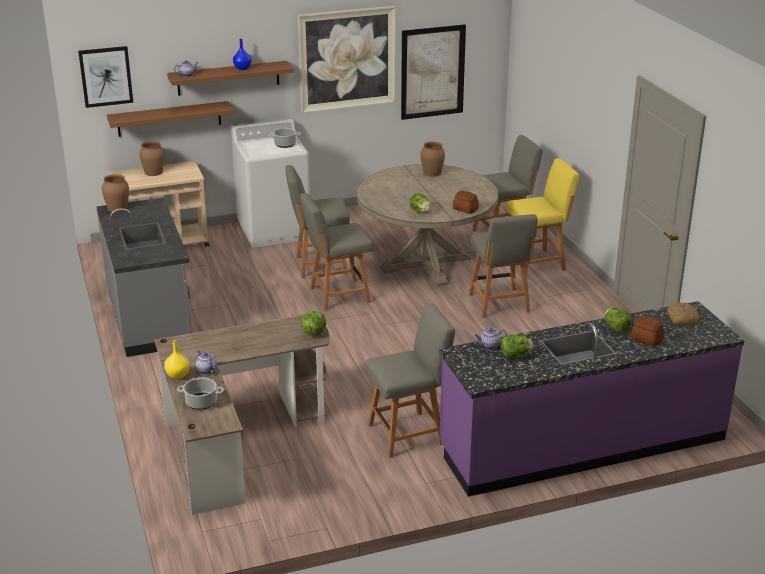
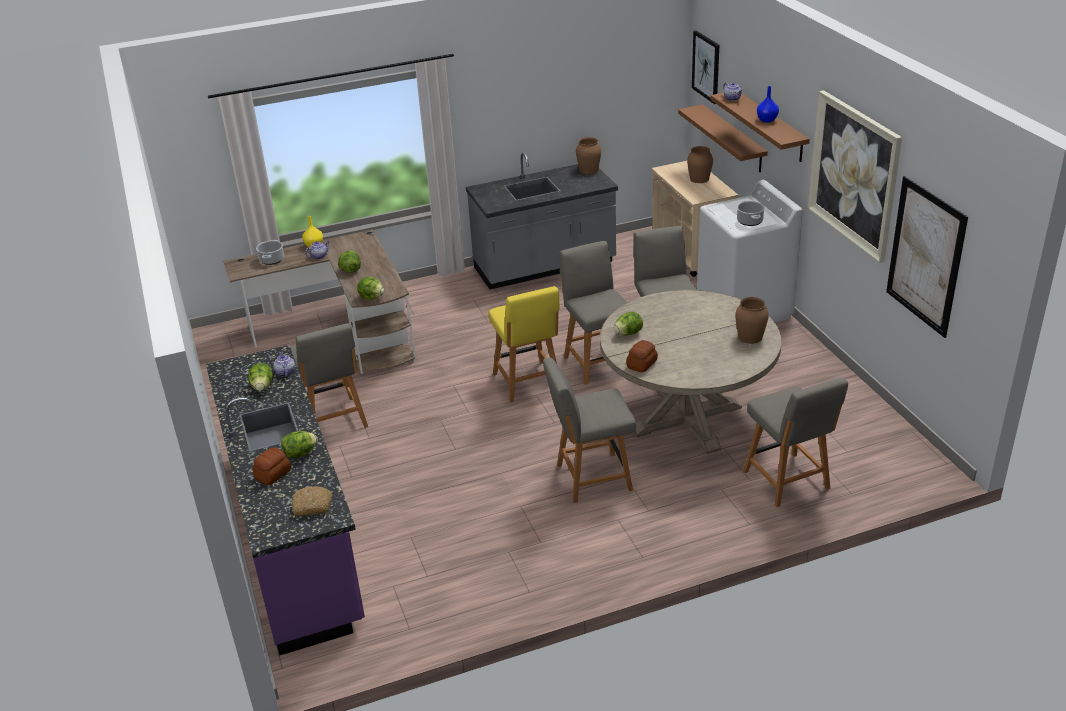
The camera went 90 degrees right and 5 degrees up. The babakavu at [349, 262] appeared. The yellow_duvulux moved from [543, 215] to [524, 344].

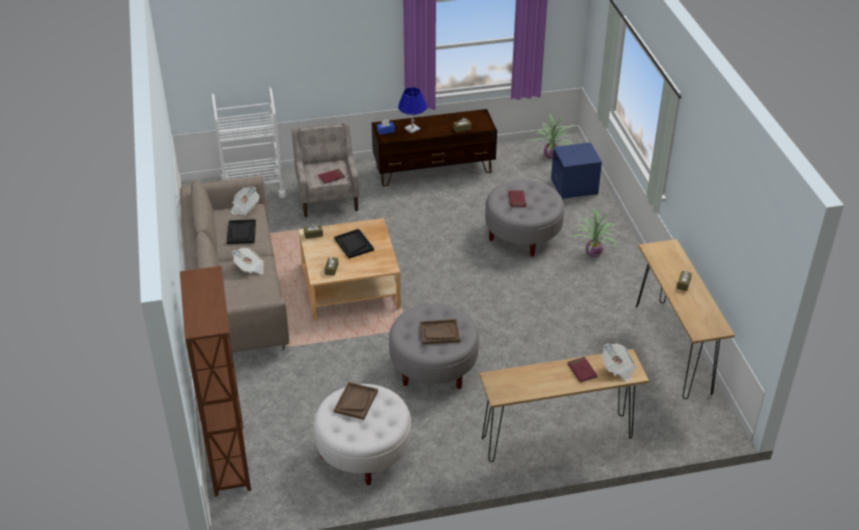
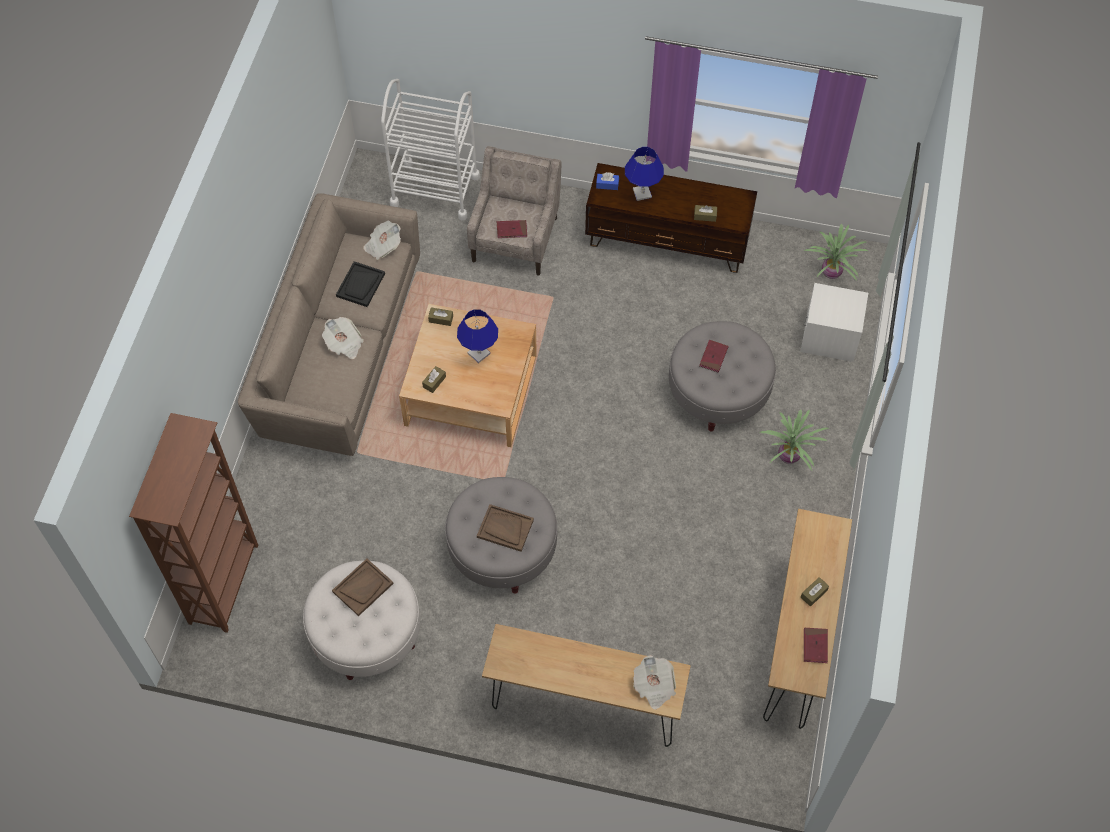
The camera went 25 degrees right and 20 degrees up. The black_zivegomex at [354, 244] was replaced by the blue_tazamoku at [477, 336]. The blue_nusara at [576, 170] became the white_nusara at [834, 322]. The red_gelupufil moved from [582, 369] to [816, 645].

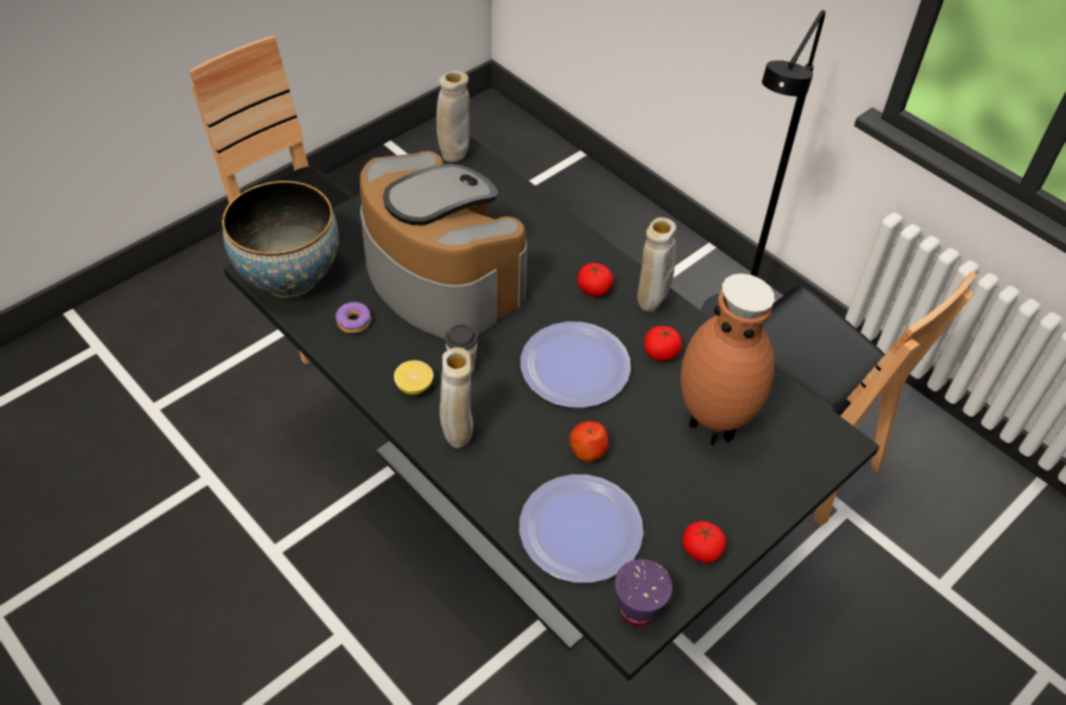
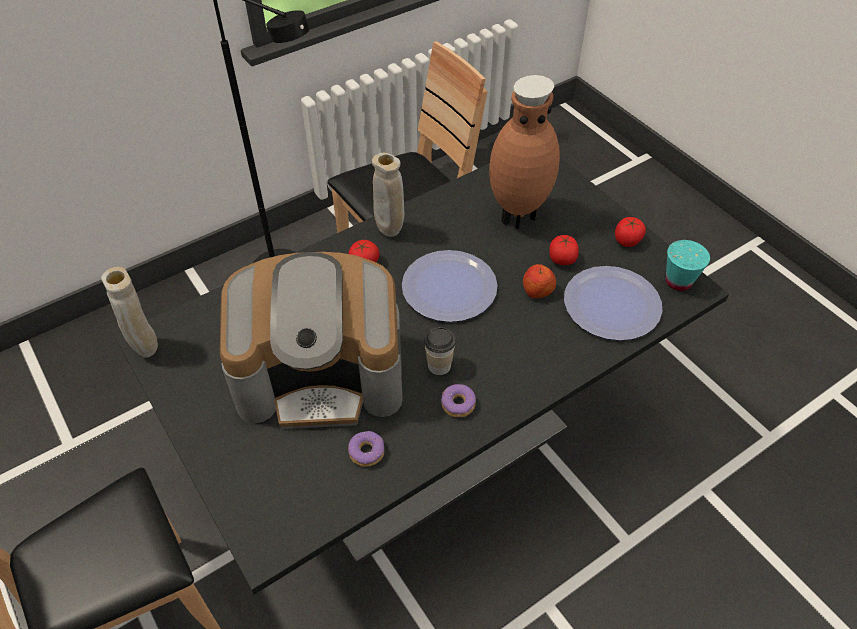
The camera went 80 degrees left and 0 degrees up. The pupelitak at [443, 244] turned 150 degrees counterclockwise. The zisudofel at [413, 377] was replaced by the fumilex at [458, 400]. The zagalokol moved from [663, 343] to [564, 250]. The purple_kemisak at [643, 592] became the turquoise_kemisak at [688, 265]. The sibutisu at [280, 239] disappeared. The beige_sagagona at [456, 397] disappeared.

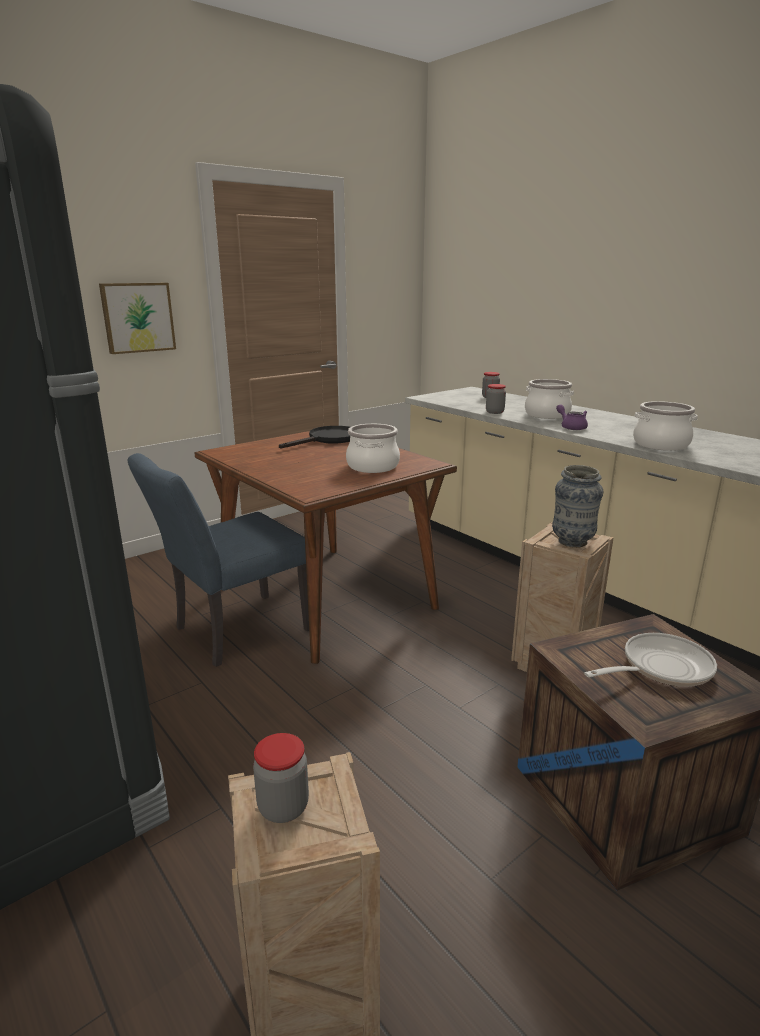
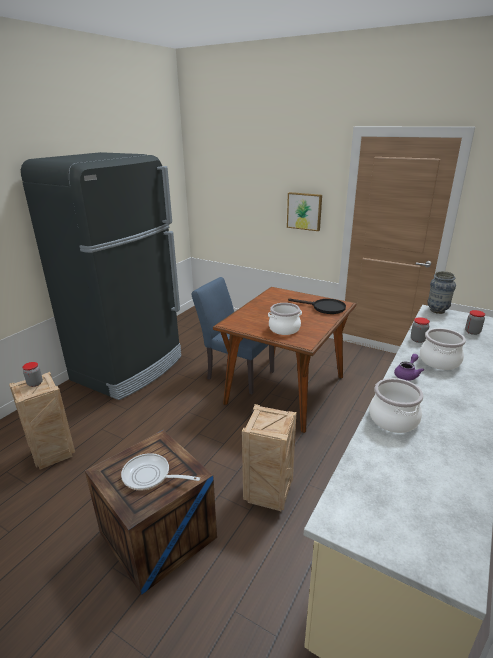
The camera went 70 degrees right and 5 degrees up. The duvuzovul at [651, 660] turned 150 degrees clockwise. The sagagona moved from [577, 506] to [441, 292].

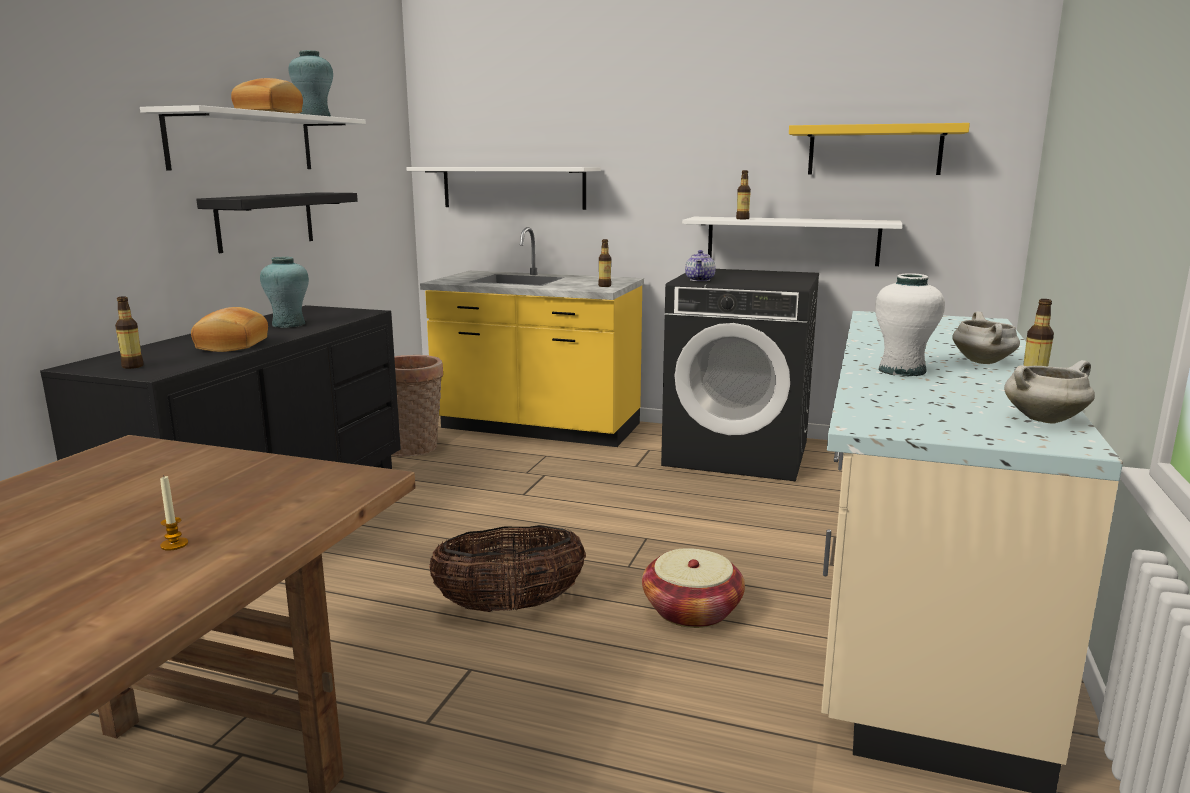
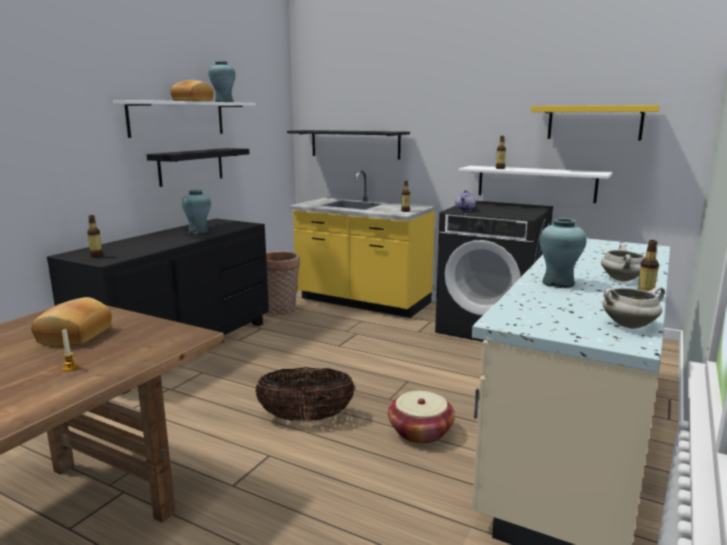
The camera went 10 degrees right and 0 degrees up. The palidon moved from [229, 329] to [71, 322]. The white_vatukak at [503, 188] became the black_vatukak at [348, 145]. The white_sagagona at [910, 324] became the turquoise_sagagona at [563, 253].

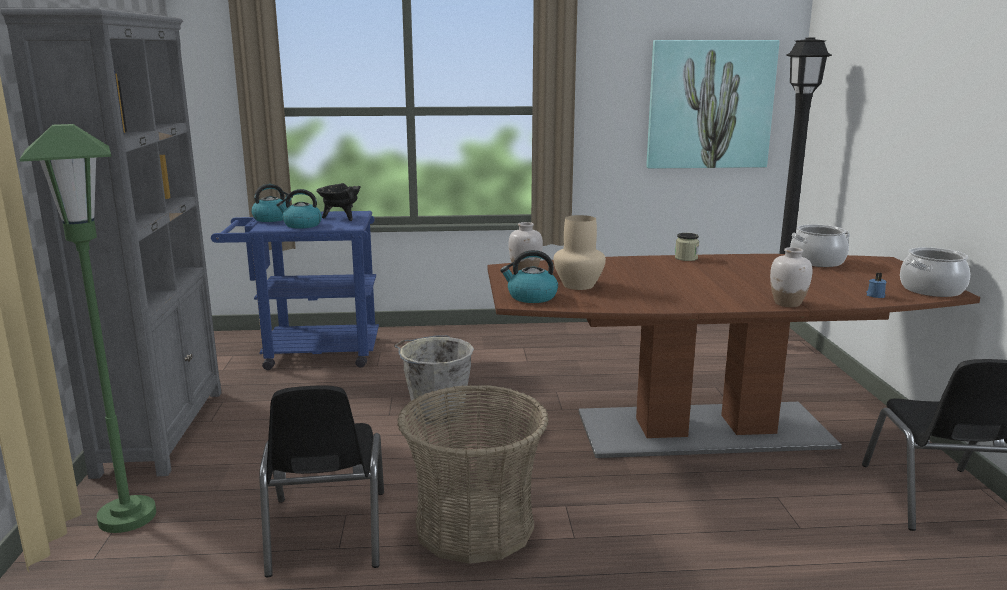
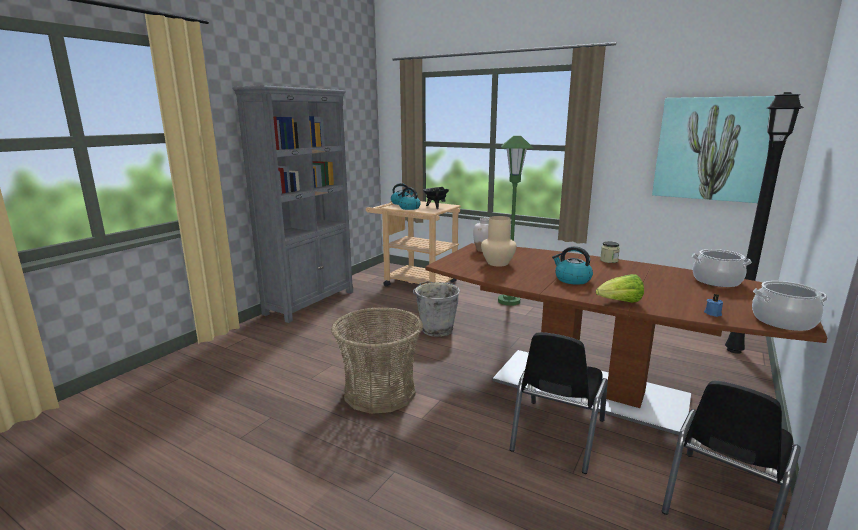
The camera went 35 degrees right and 0 degrees up. The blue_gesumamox at [295, 290] became the beige_gesumamox at [413, 244]. The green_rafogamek moved from [88, 328] to [515, 221]. The black_duvulux moved from [321, 481] to [558, 403]. The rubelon moved from [529, 276] to [572, 265]. The white_sagagona at [791, 277] was replaced by the babakavu at [620, 288].

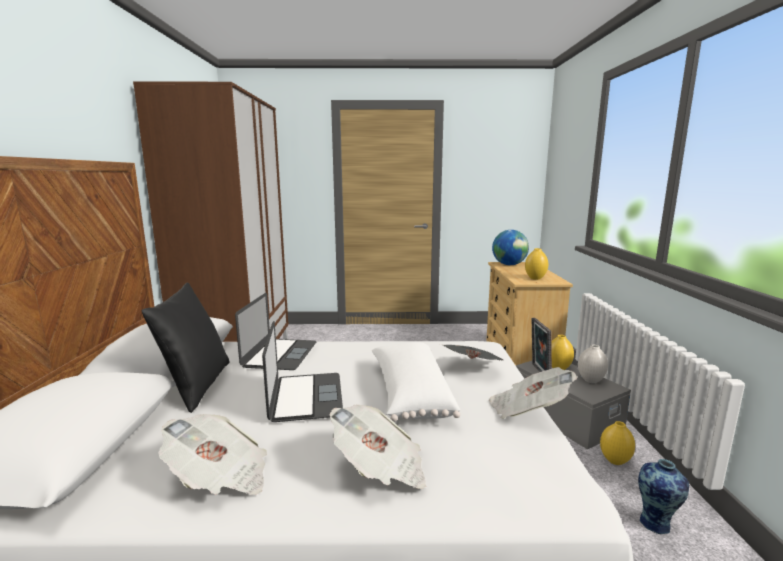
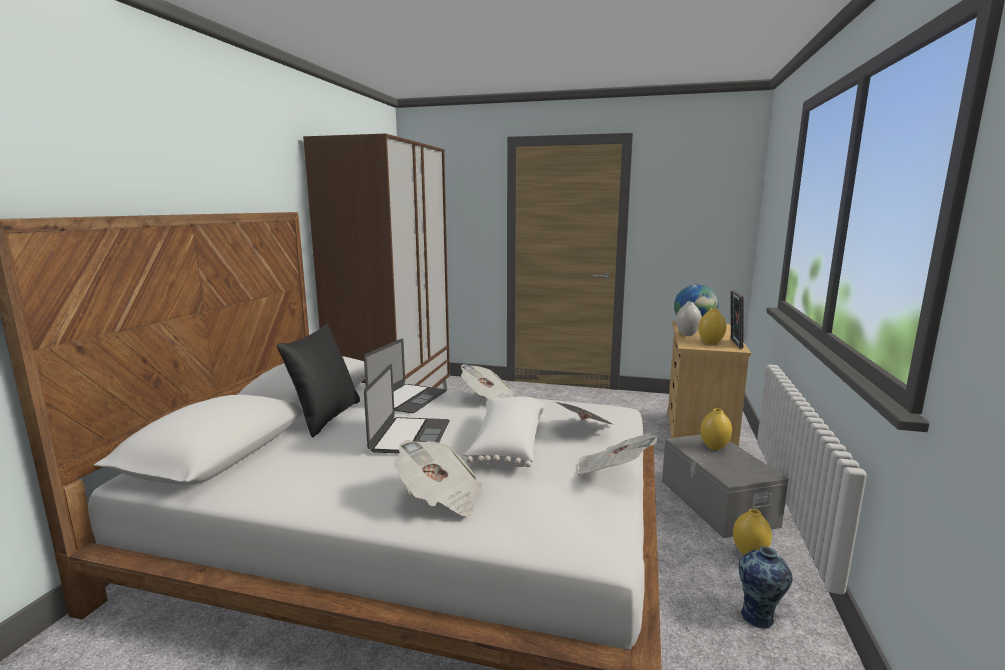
The camera went 15 degrees right and 0 degrees up. The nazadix moved from [212, 454] to [487, 382]. The white_sagagona moved from [593, 364] to [689, 319]. The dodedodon moved from [541, 345] to [736, 320].

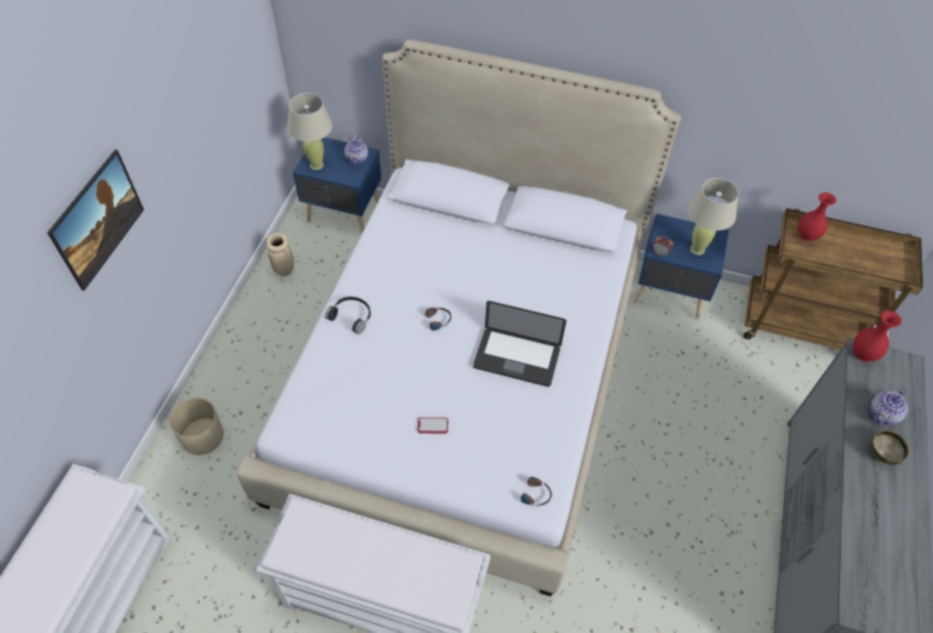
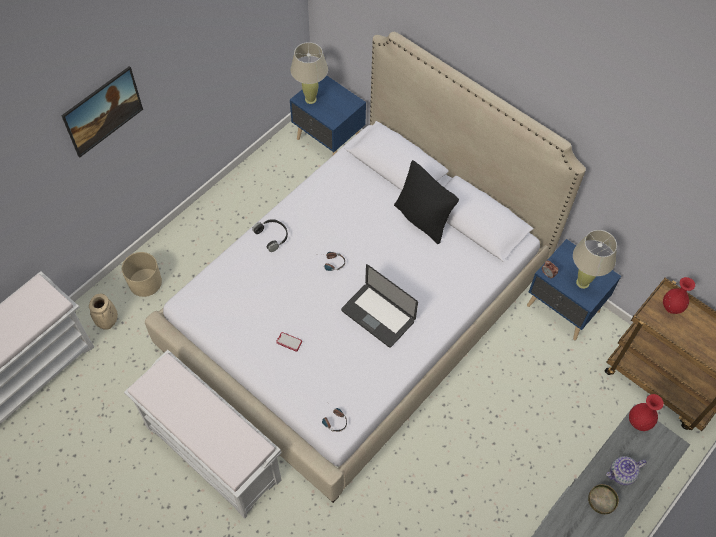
The camera went 25 degrees right and 5 degrees up. The beige_sagagona moved from [280, 255] to [103, 312]. The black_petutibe at [426, 202] appeared. The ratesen at [356, 149] disappeared.

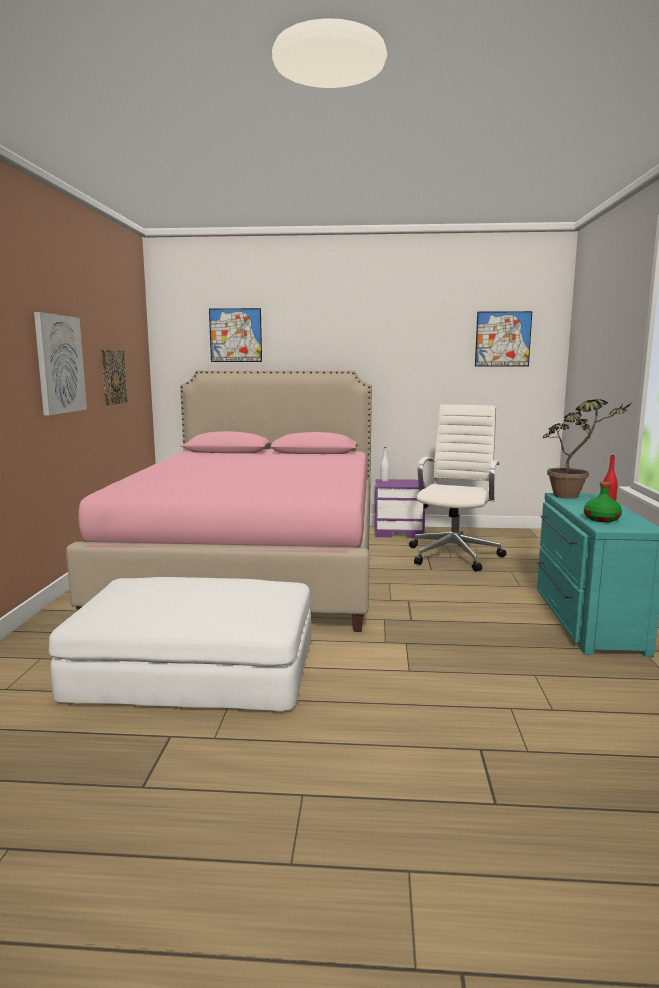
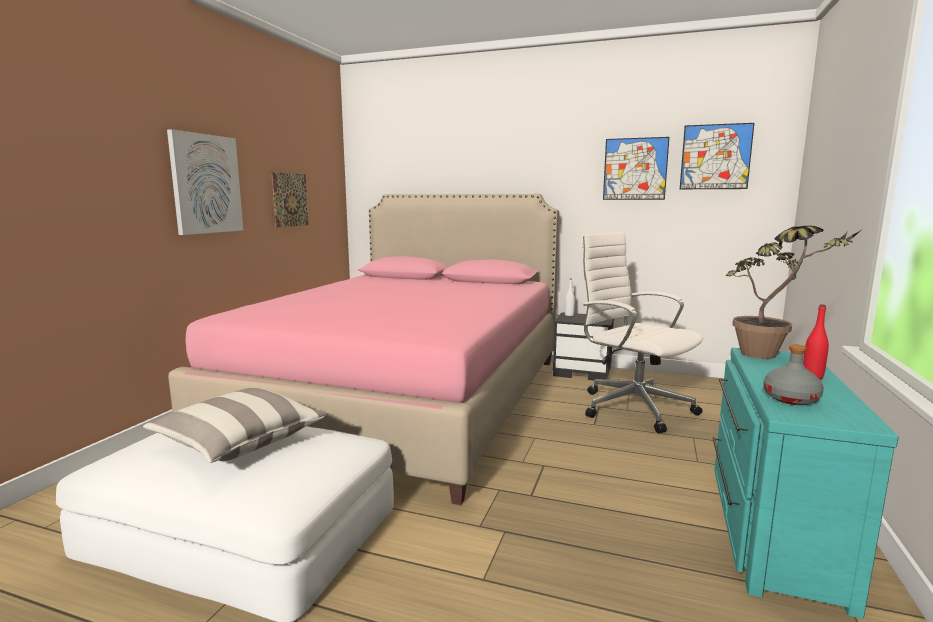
The camera went 15 degrees right and 0 degrees up. The petutibe at [236, 425] appeared. The purple_nusara at [400, 508] became the black_nusara at [583, 346]. The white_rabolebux at [458, 487] turned 75 degrees counterclockwise. The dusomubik moved from [235, 335] to [636, 168]. The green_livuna at [603, 502] became the grey_livuna at [793, 374].

